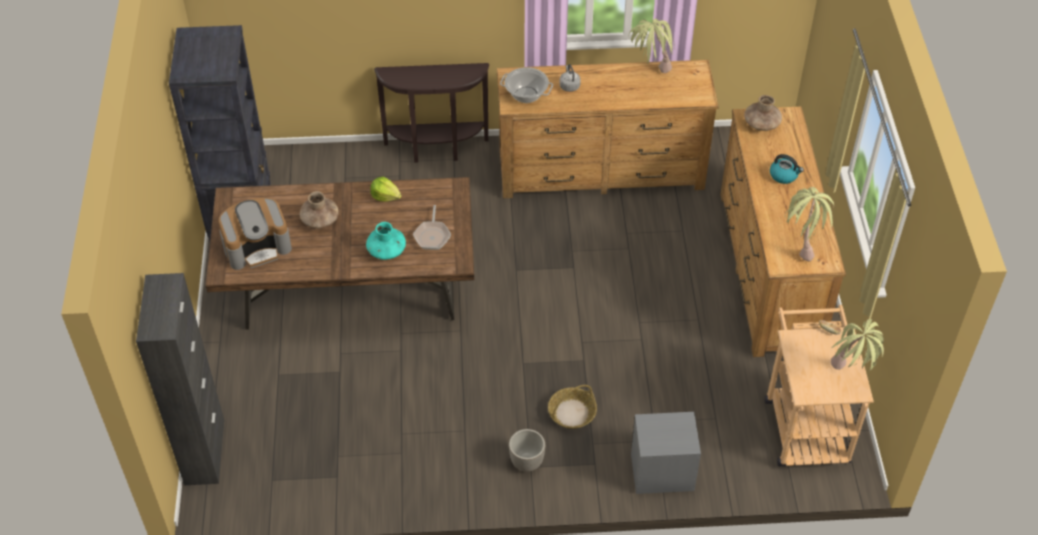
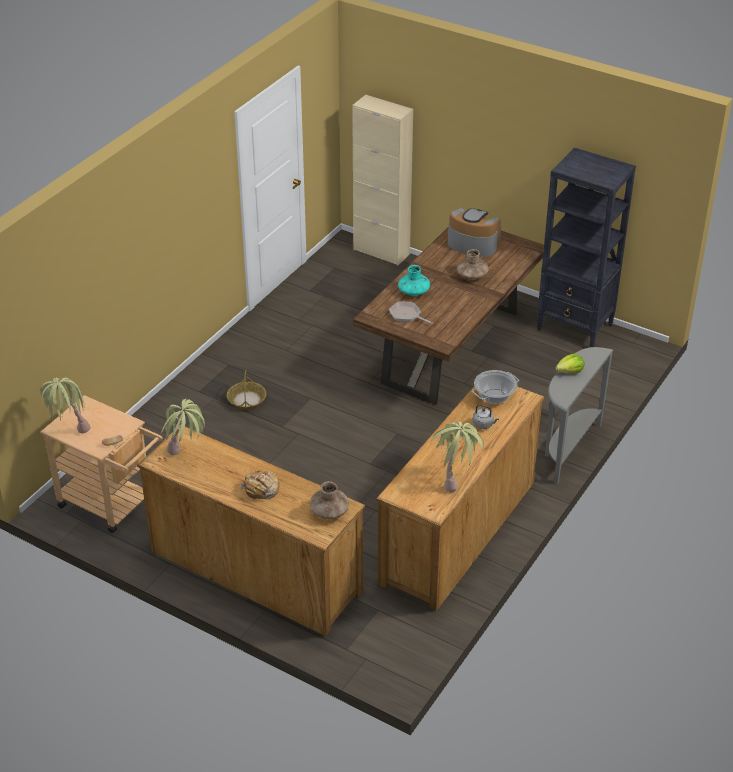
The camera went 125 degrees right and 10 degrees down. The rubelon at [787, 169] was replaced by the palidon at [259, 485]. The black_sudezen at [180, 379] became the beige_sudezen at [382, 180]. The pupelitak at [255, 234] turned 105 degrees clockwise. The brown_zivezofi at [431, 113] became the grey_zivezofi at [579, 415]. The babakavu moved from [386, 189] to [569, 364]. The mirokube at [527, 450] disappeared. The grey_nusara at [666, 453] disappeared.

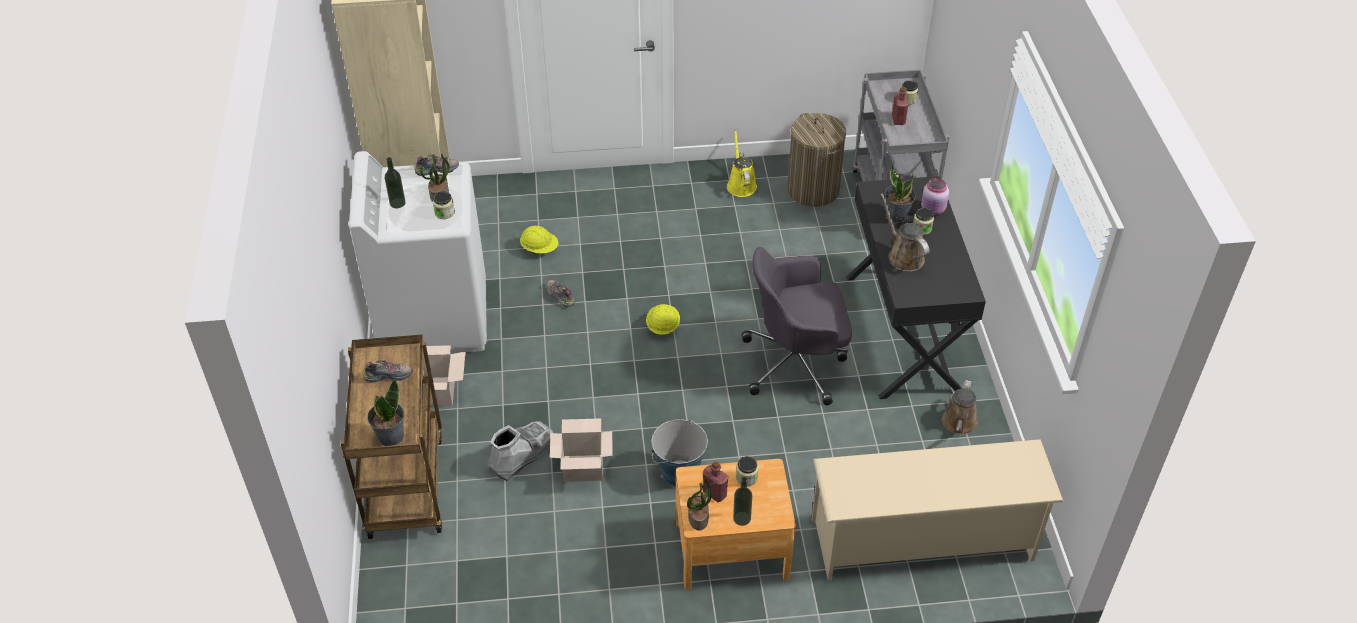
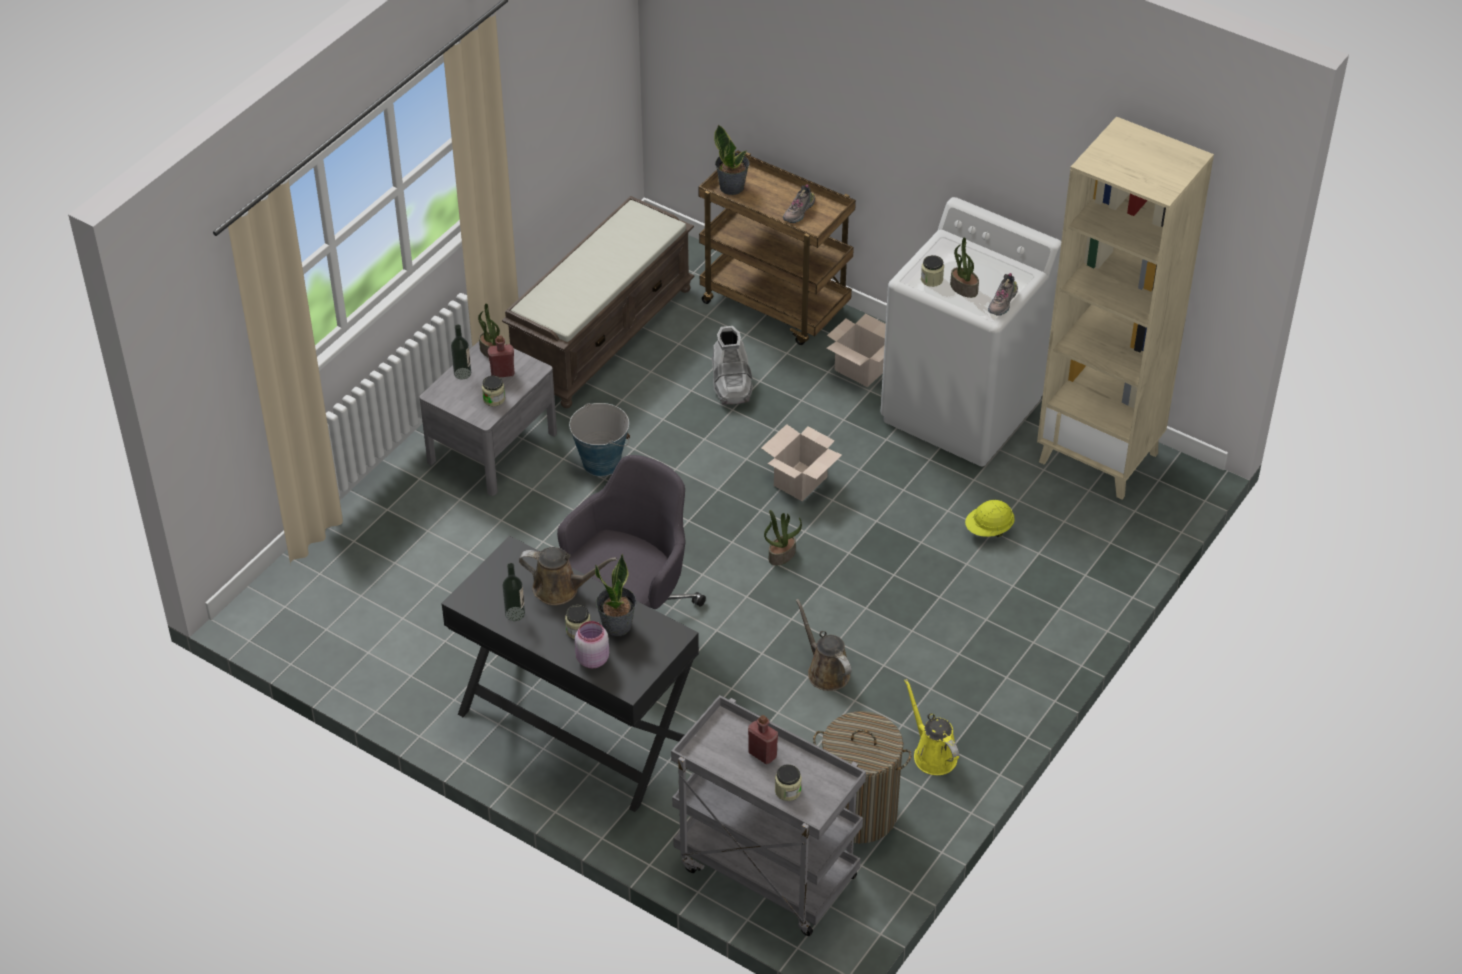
The camera went 130 degrees right and 0 degrees up. The brown_nusara at [736, 524] became the grey_nusara at [488, 418]. The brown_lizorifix at [598, 302] appeared. The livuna moved from [395, 182] to [513, 592]. The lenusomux moved from [581, 450] to [801, 462]. The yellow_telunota at [663, 319] was replaced by the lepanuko at [783, 537]. The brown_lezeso moved from [960, 407] to [823, 645]. The yellow_lezeso at [742, 163] turned 150 degrees counterclockwise. The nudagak at [561, 293] disappeared. The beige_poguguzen at [937, 509] disappeared.

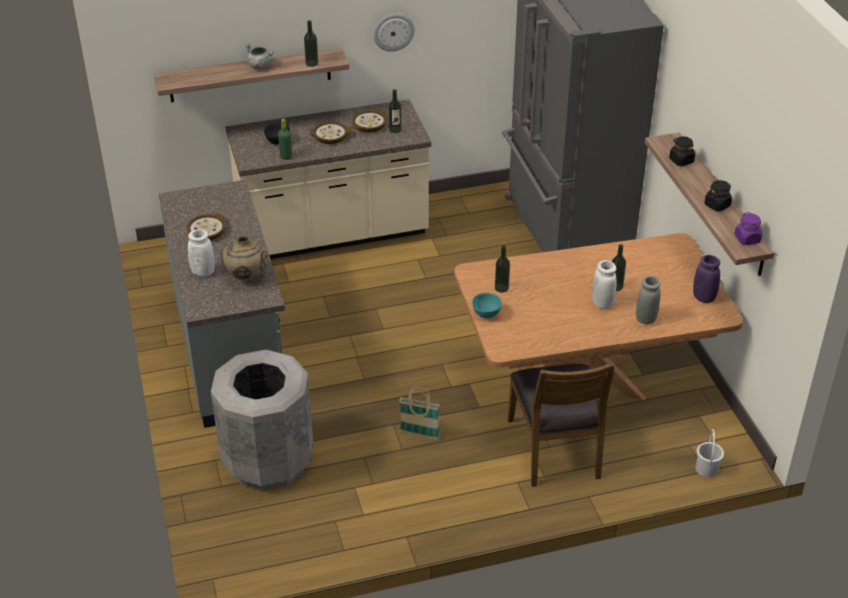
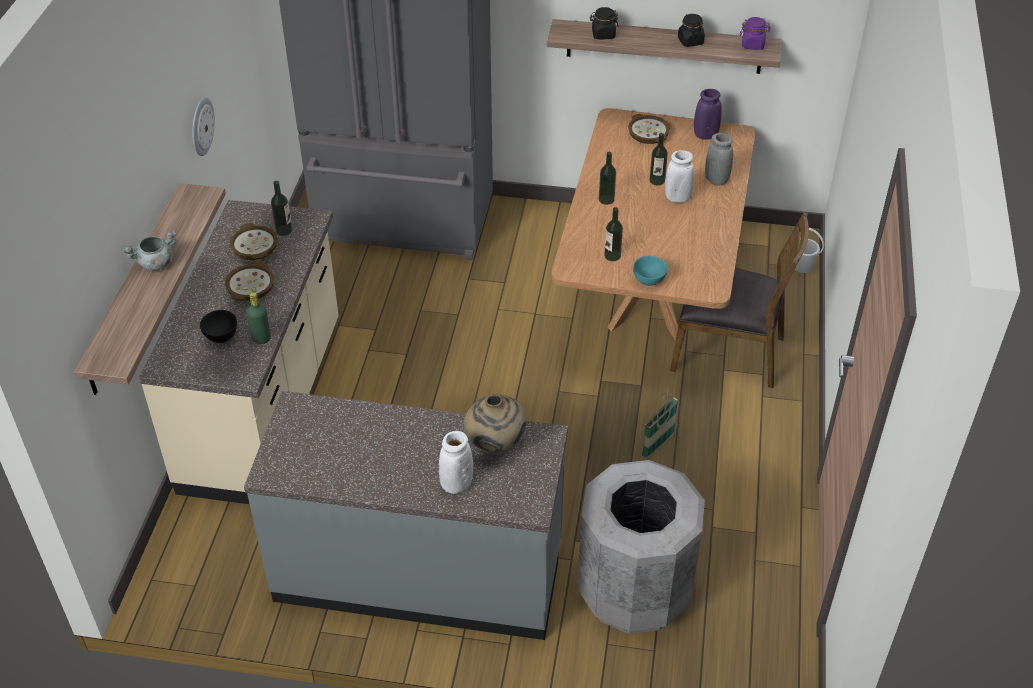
The camera went 65 degrees left and 5 degrees up. The livuna moved from [311, 43] to [607, 178]. The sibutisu moved from [206, 227] to [649, 129].

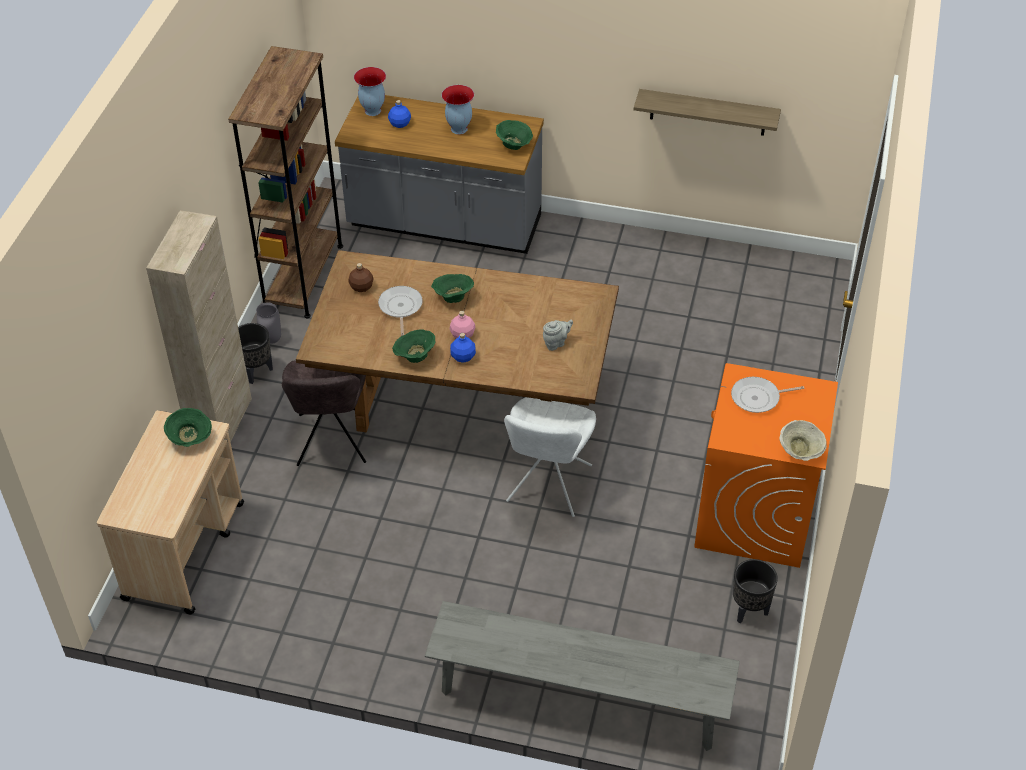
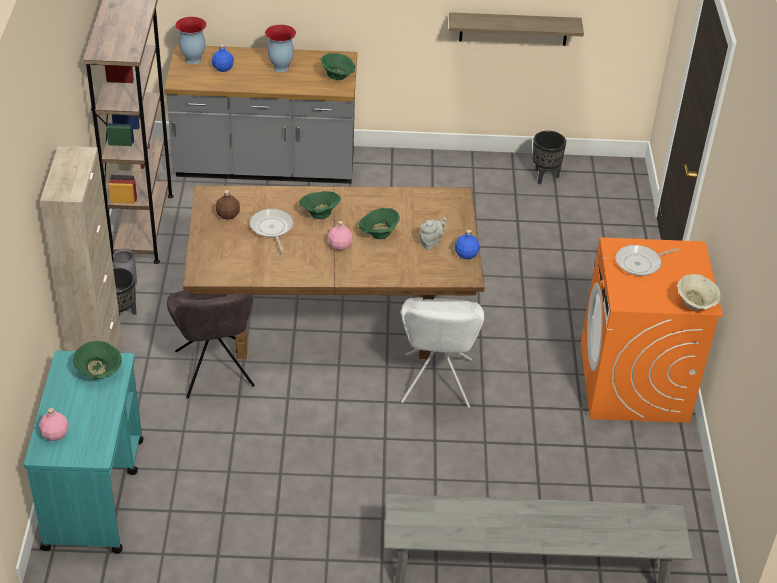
The camera went 15 degrees left and 5 degrees down. The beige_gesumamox at [170, 512] became the turquoise_gesumamox at [84, 452]. The pink_livuna at [54, 424] appeared. The green_sibutisu moved from [413, 346] to [379, 223]. The blue_livuna moved from [463, 348] to [467, 244]. The black_mirokube moved from [755, 591] to [549, 158].

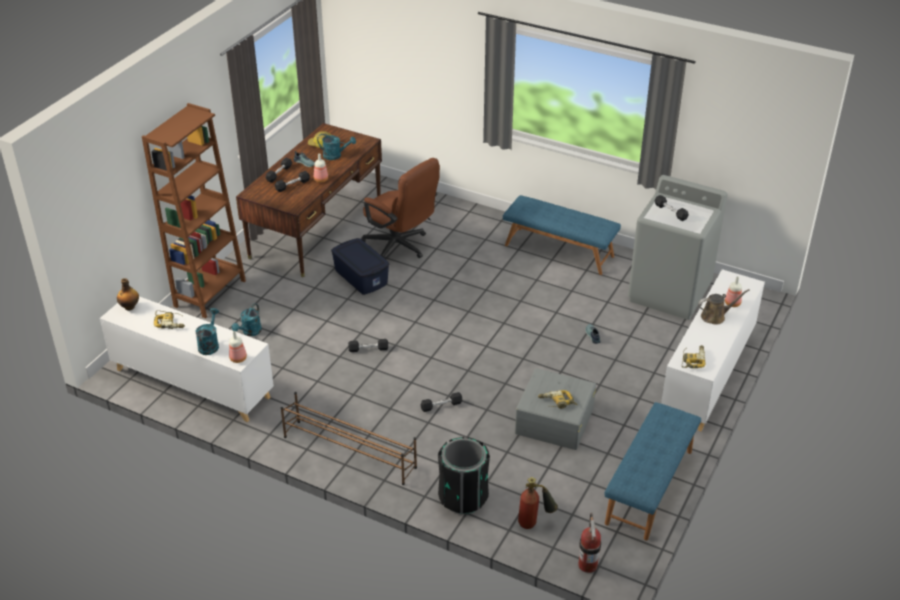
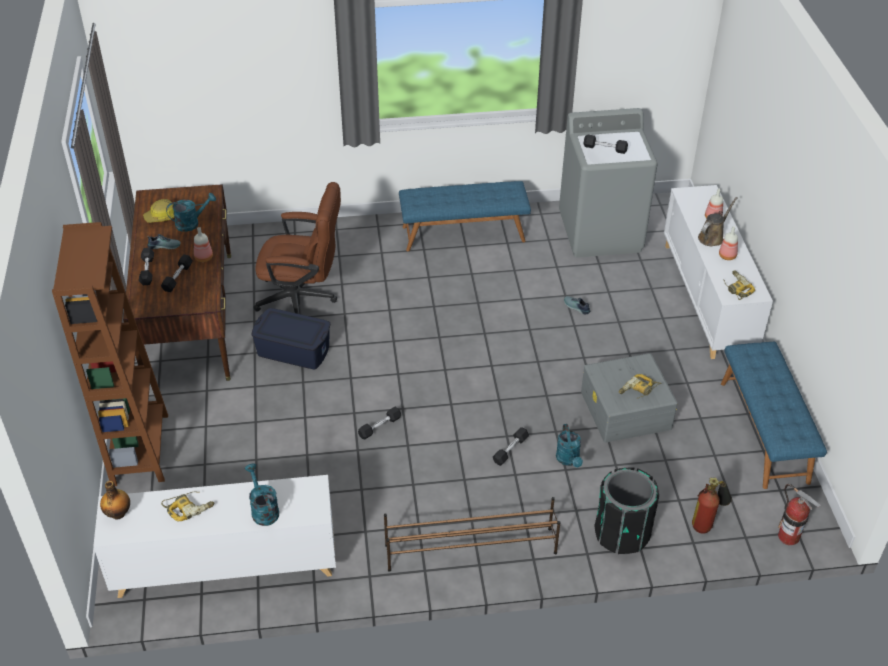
The camera went 35 degrees left and 5 degrees up. The turquoise_lezeso moved from [247, 319] to [569, 445]. The livuna moved from [238, 347] to [728, 243].

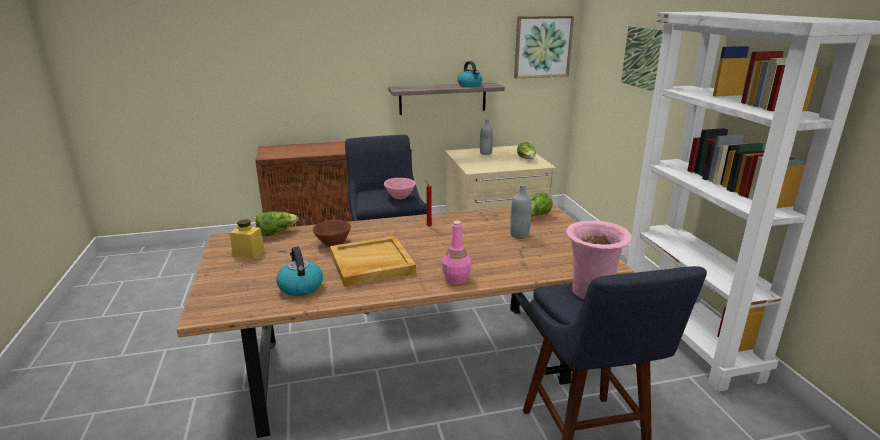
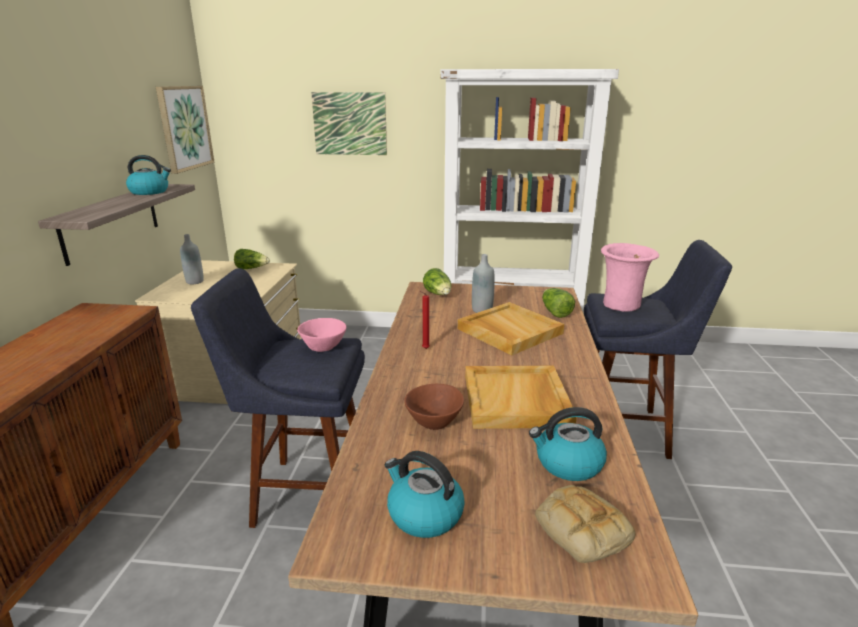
The camera went 70 degrees left and 0 degrees up. The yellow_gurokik at [247, 239] was replaced by the rubelon at [425, 494]. The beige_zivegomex at [511, 329] appeared. The palidon at [585, 524] appeared. The babakavu moved from [277, 224] to [558, 303]. The pink_livuna at [456, 252] disappeared.

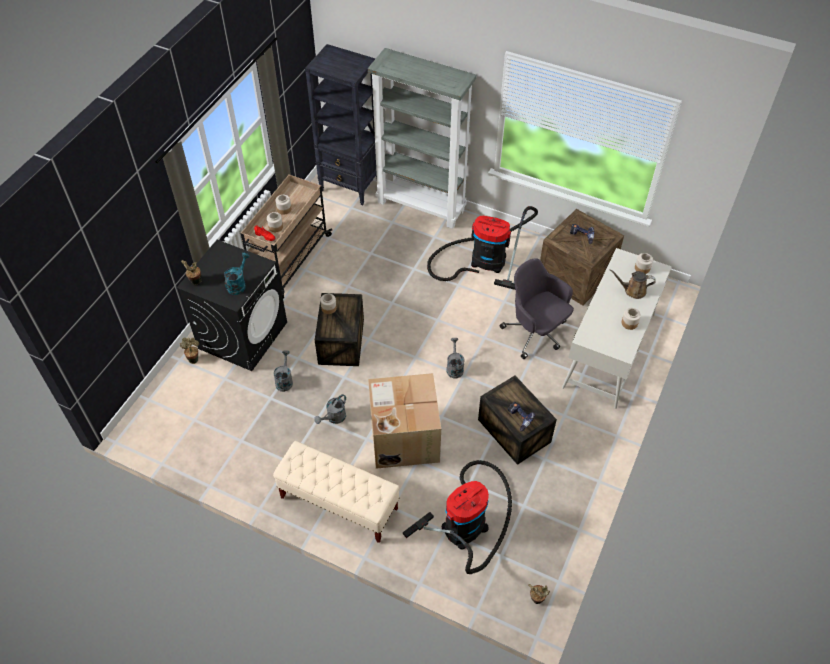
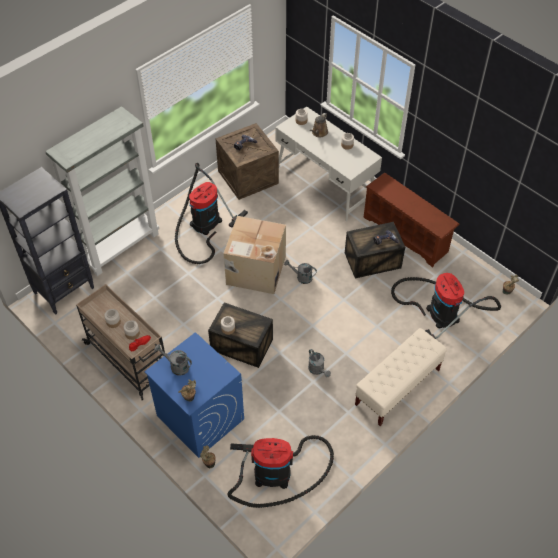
The camera went 70 degrees left and 0 degrees up. The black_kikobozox at [232, 305] became the blue_kikobozox at [194, 395]. The grey_lezeso moved from [283, 371] to [173, 360]. The lenusomux moved from [404, 421] to [254, 255]. The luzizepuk at [280, 471] appeared. The brown_poguguzen at [412, 220] appeared. The turquoise_lezeso at [237, 274] disappeared. The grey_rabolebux at [537, 308] disappeared.

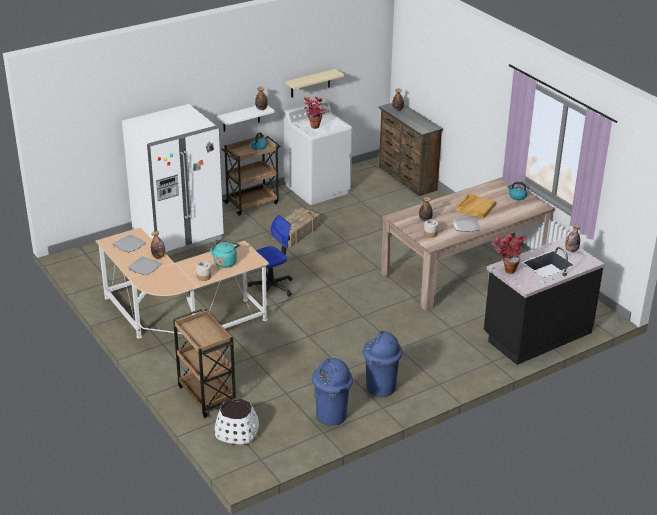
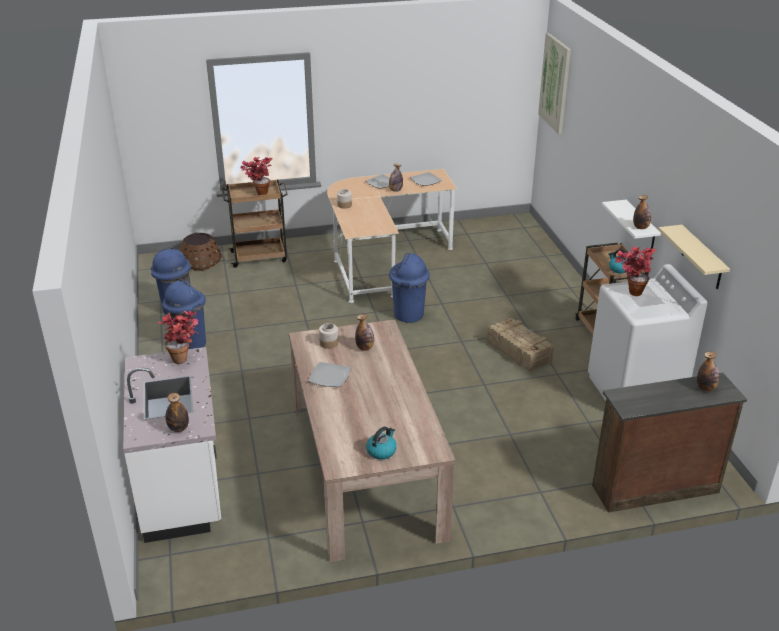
The camera went 110 degrees right and 0 degrees up. The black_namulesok at [544, 301] became the white_namulesok at [172, 445]. The white_mirokube at [236, 421] became the brown_mirokube at [201, 252]. The lepanuko at [256, 176] appeared. The rabolebux at [270, 256] was replaced by the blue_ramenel at [409, 288]. The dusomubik at [554, 83] appeared. The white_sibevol at [173, 180] disappeared. The turquoise_rubelon at [225, 254] disappeared. The beige_zivegomex at [475, 206] disappeared.

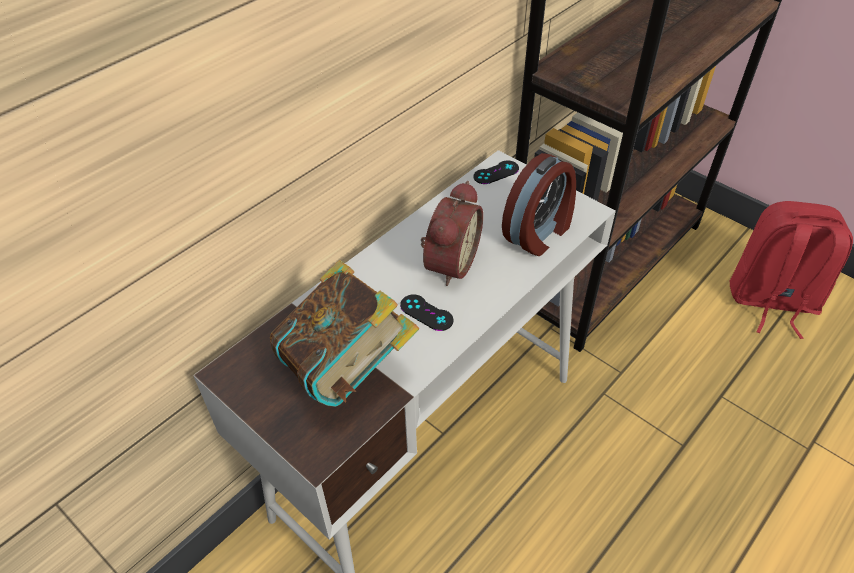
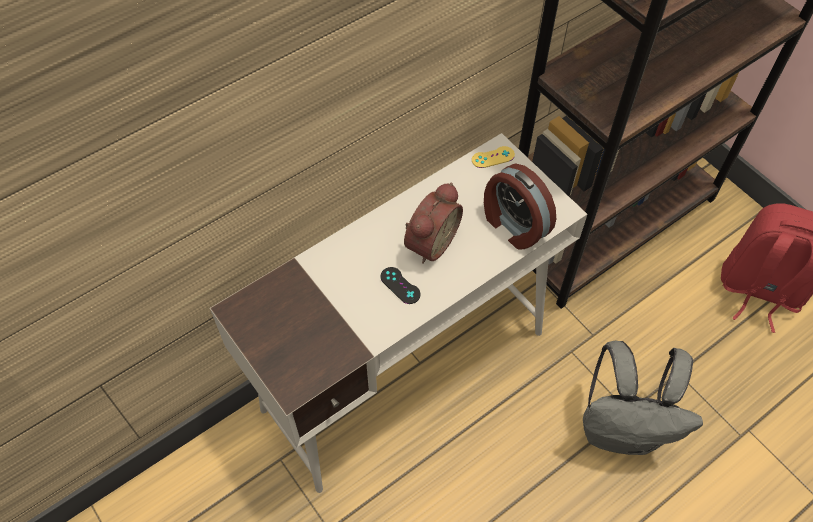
The camera went 10 degrees right and 10 degrees up. The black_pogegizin at [496, 172] became the yellow_pogegizin at [493, 157]. The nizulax at [539, 204] turned 90 degrees clockwise. The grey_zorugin at [643, 397] appeared. The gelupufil at [344, 333] disappeared.

